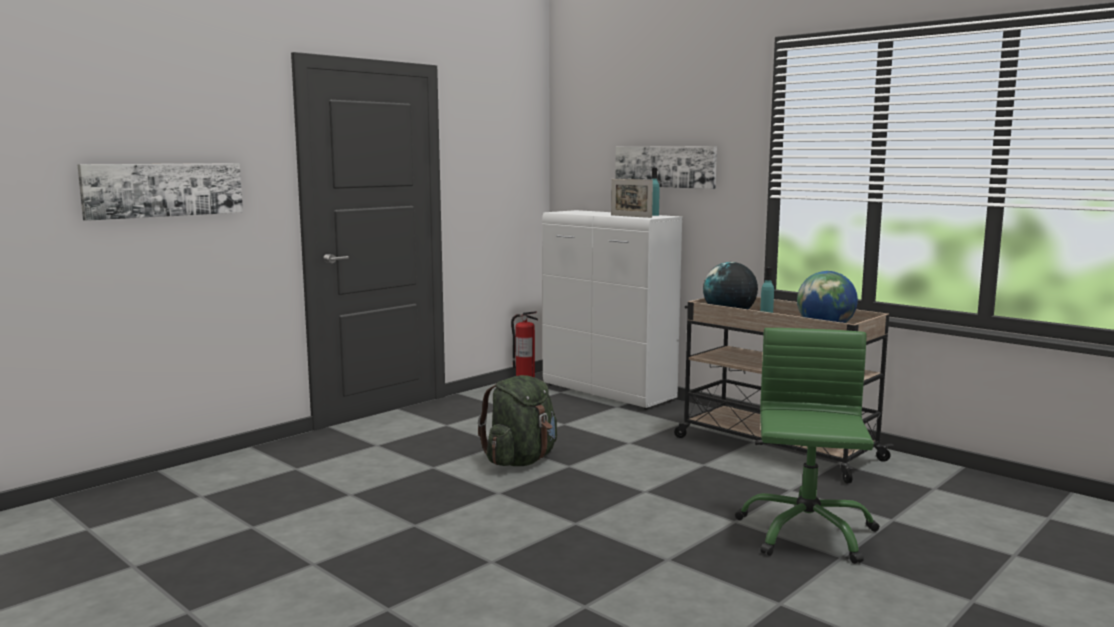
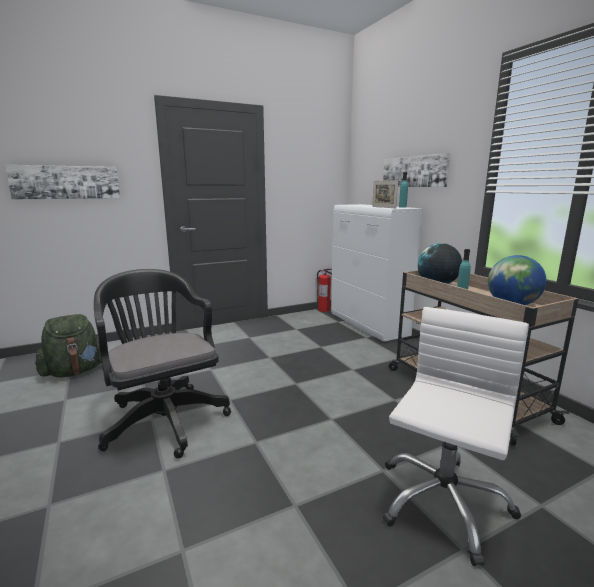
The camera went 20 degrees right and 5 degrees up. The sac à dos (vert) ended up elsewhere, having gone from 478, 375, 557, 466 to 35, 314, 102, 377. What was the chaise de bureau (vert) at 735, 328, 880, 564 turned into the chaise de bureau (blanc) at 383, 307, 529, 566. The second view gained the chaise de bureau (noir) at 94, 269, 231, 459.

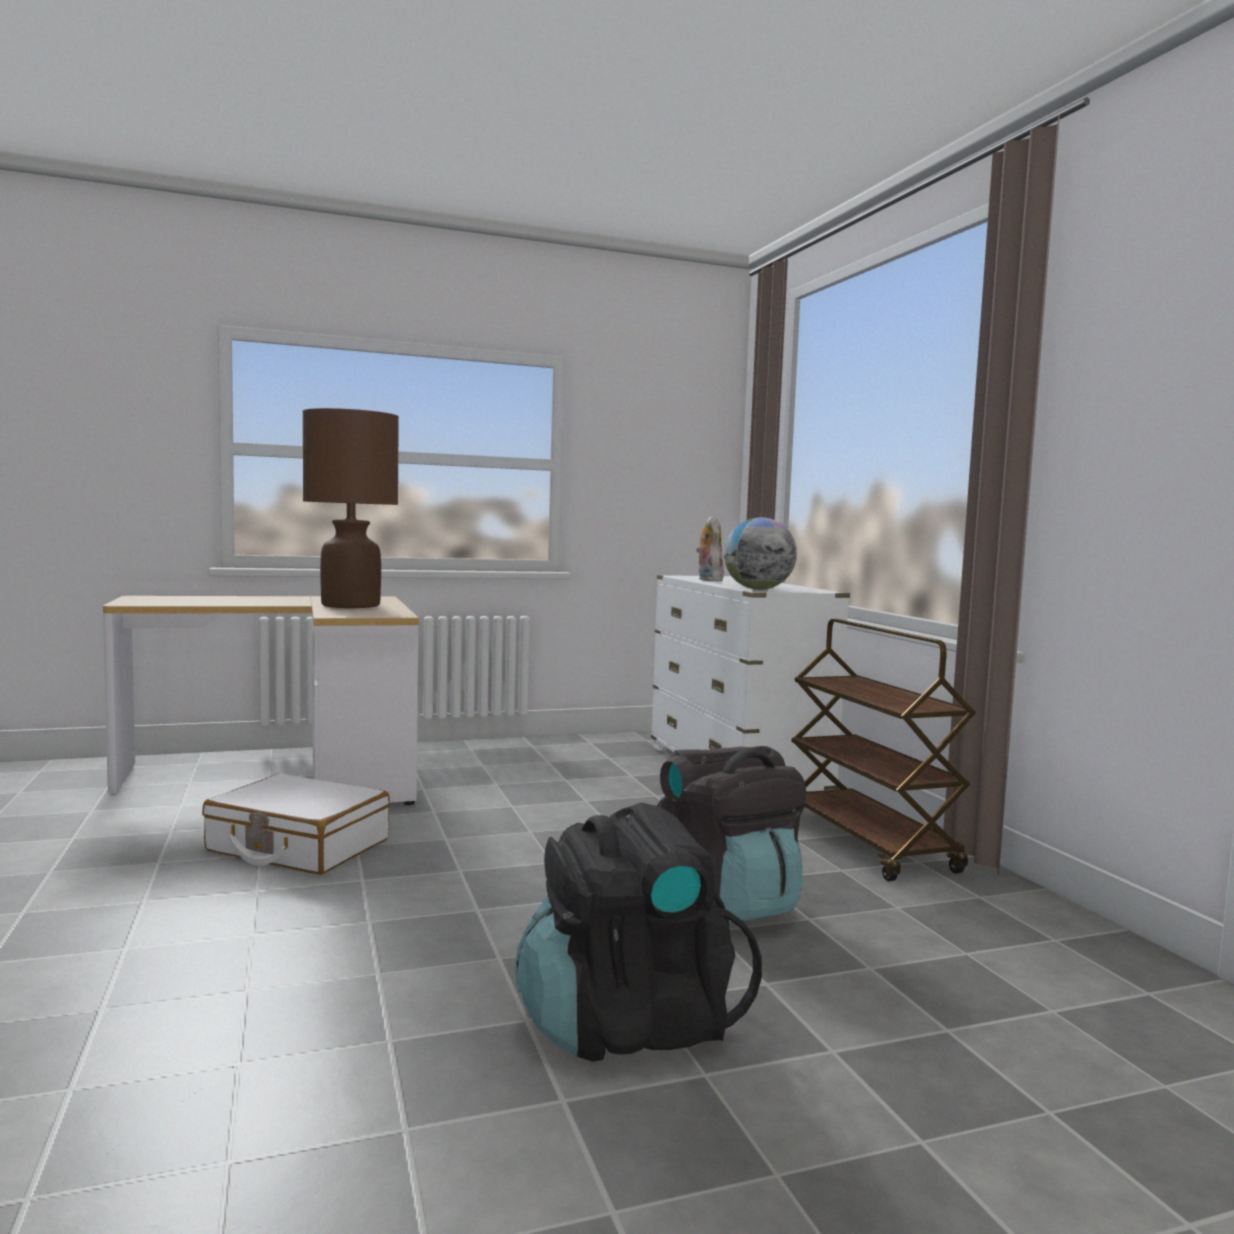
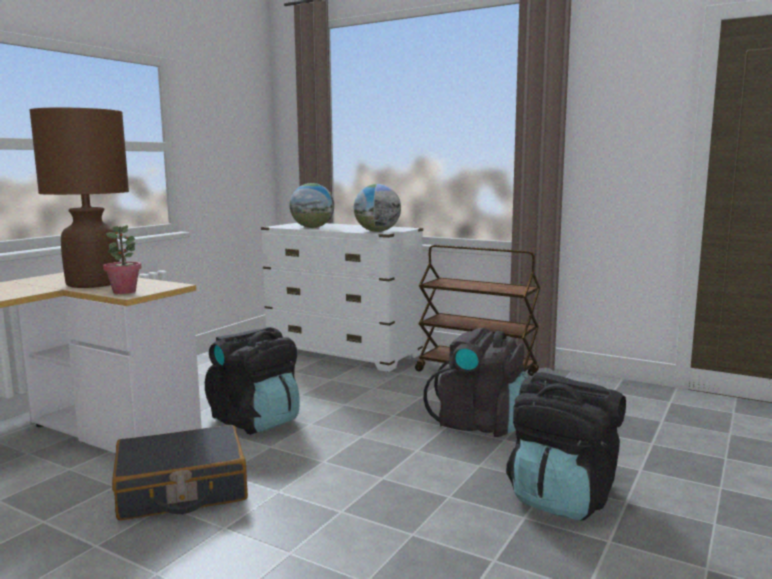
The camera went 40 degrees left and 5 degrees up. What was the valise (blanc) at 202, 773, 390, 875 turned into the valise (noir) at 112, 425, 248, 520. Where the peluche stood at 696, 516, 724, 581, the globe came to stand at 290, 183, 334, 228. The second view gained the plante en pot at 103, 225, 142, 294. The second view gained the sac à dos (noir) at 205, 327, 300, 434.

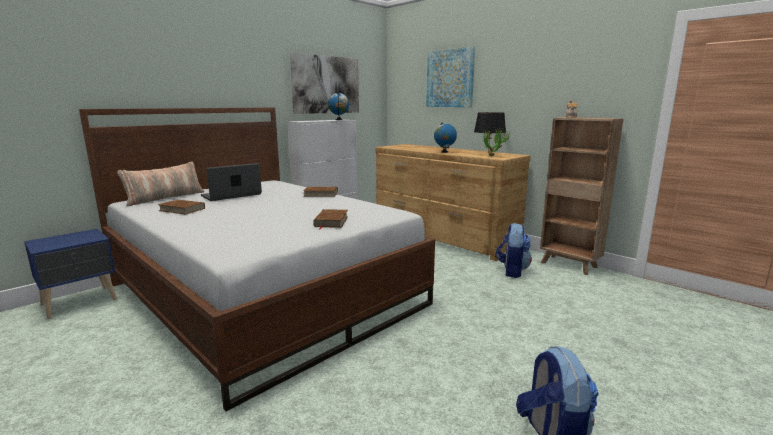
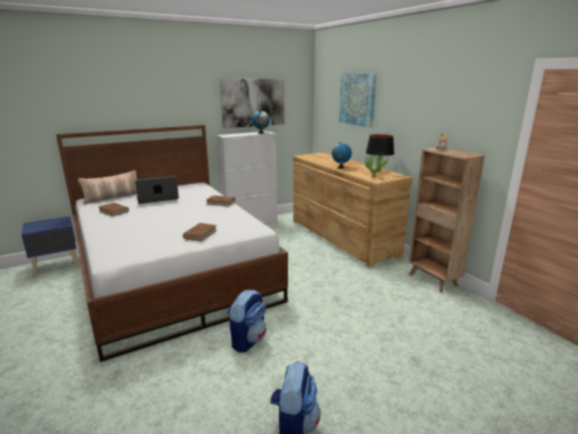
The camera went 15 degrees right and 5 degrees up. The sac à dos ended up elsewhere, having gone from 495, 223, 532, 278 to 228, 290, 266, 353.

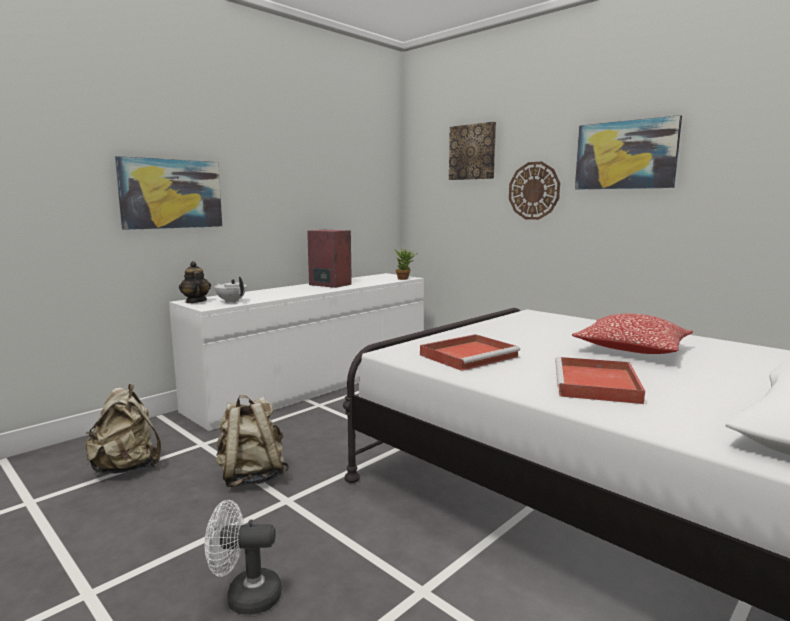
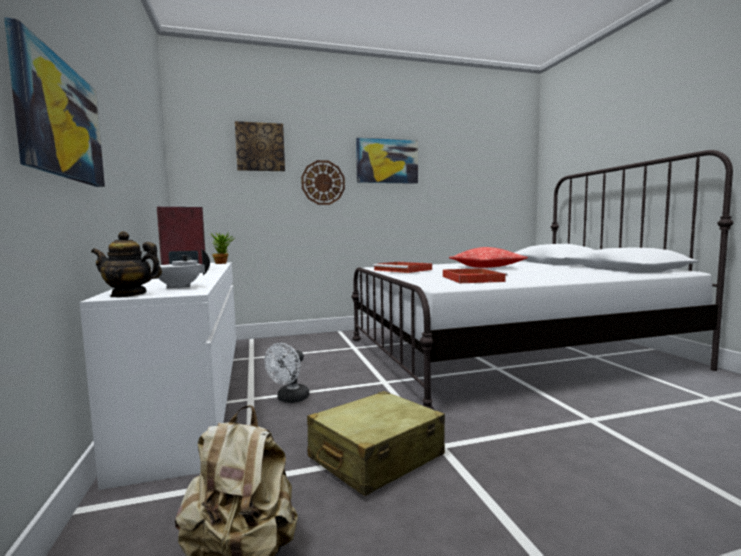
The camera went 60 degrees left and 5 degrees down. The ventilateur (blanc) ended up elsewhere, having gone from 205, 500, 282, 615 to 264, 343, 309, 403. Where the sac à dos (beige) stood at 216, 395, 289, 487, the valise (beige) came to stand at 307, 391, 445, 496. The plateau (rouge) ended up elsewhere, having gone from 555, 357, 645, 404 to 373, 262, 432, 273.

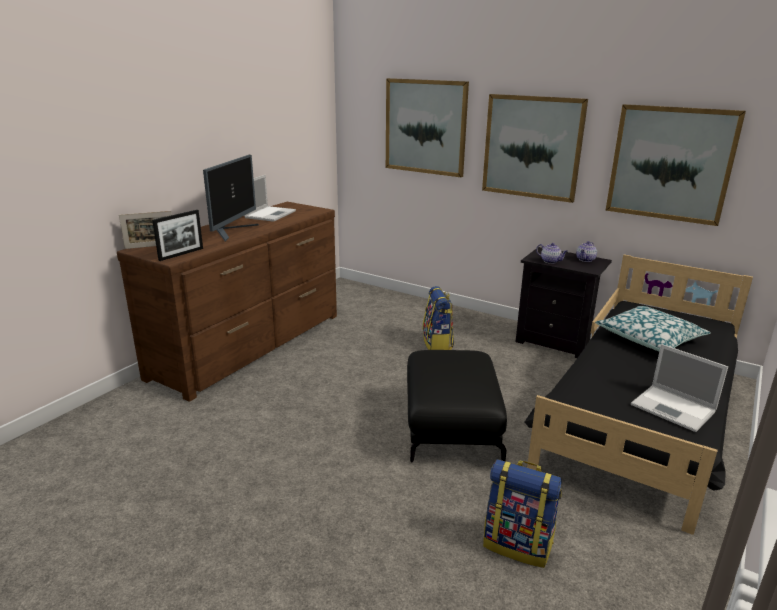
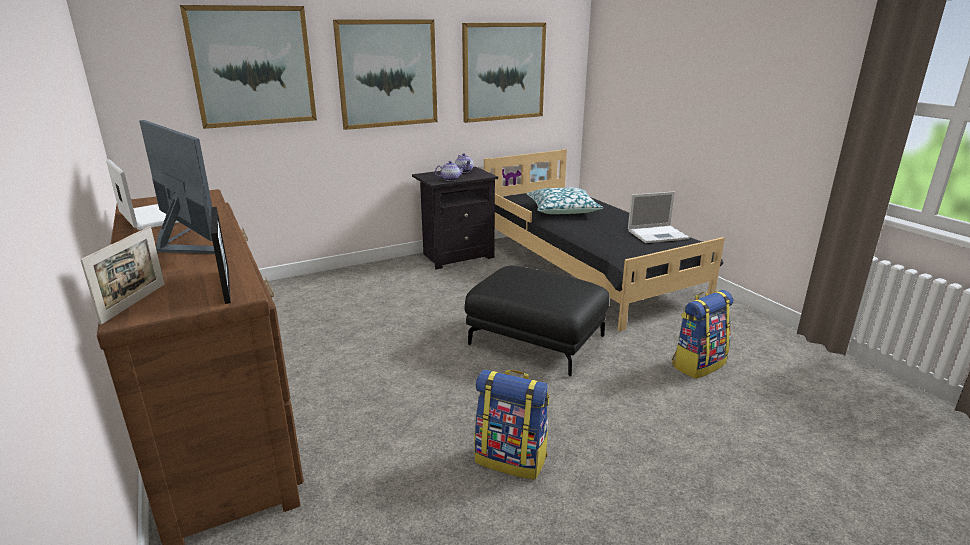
The camera went 60 degrees left and 0 degrees up. The sac à dos ended up elsewhere, having gone from 422, 286, 454, 350 to 474, 369, 549, 480.

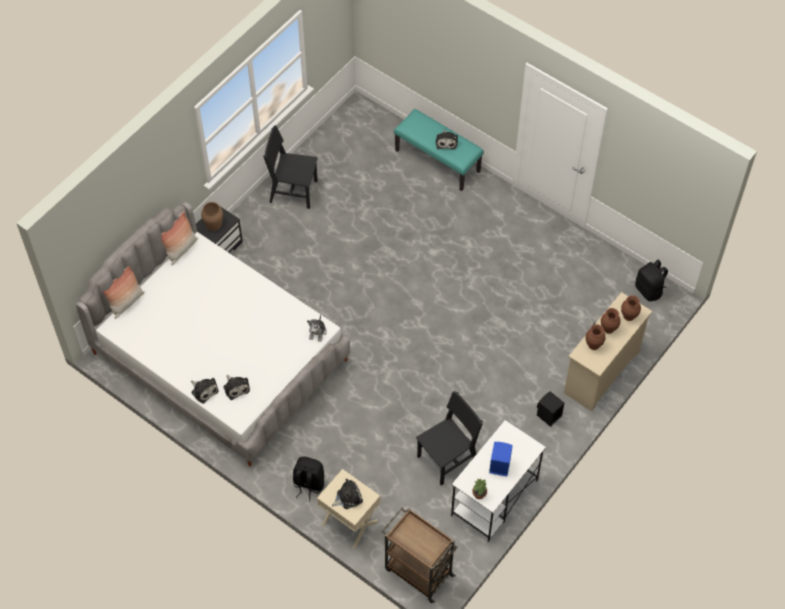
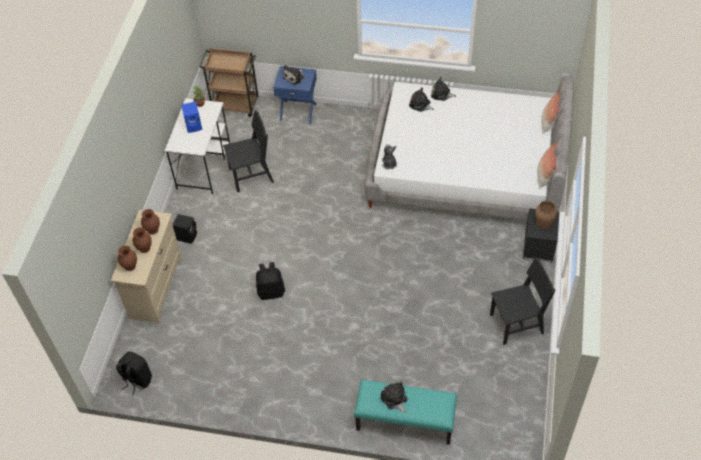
The camera went 155 degrees right and 5 degrees down. The sac à dos (noir) ended up elsewhere, having gone from 293, 457, 324, 501 to 256, 262, 285, 300. What was the table de chevet (beige) at 317, 469, 380, 549 turned into the table de chevet (bleu) at 273, 66, 317, 124. The chaise (noir) at 416, 391, 483, 486 ended up facing another way, 135 degrees counterclockwise from before.

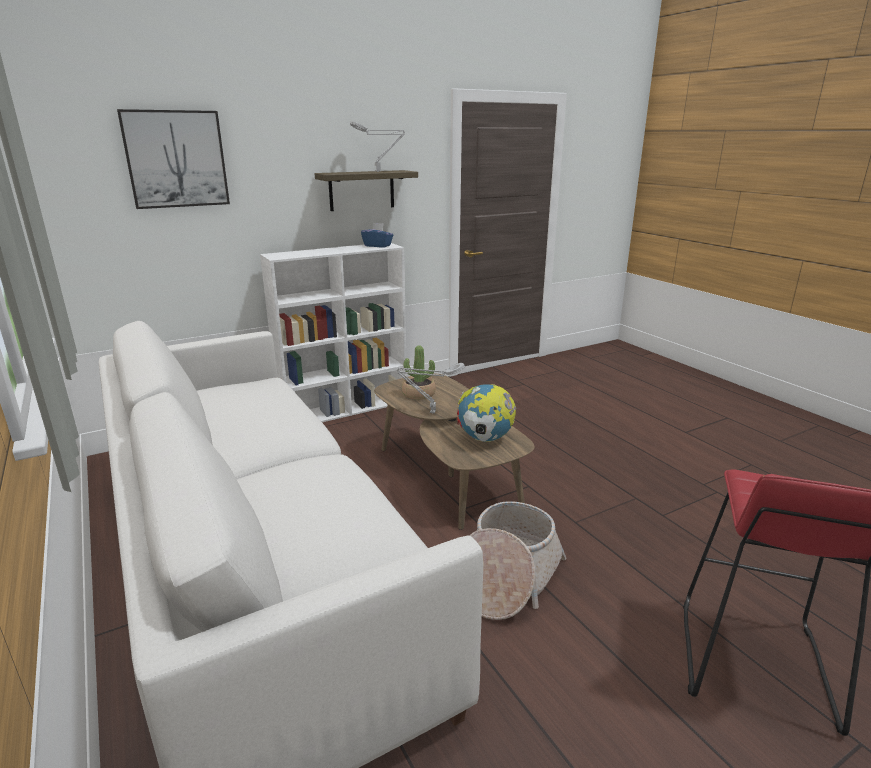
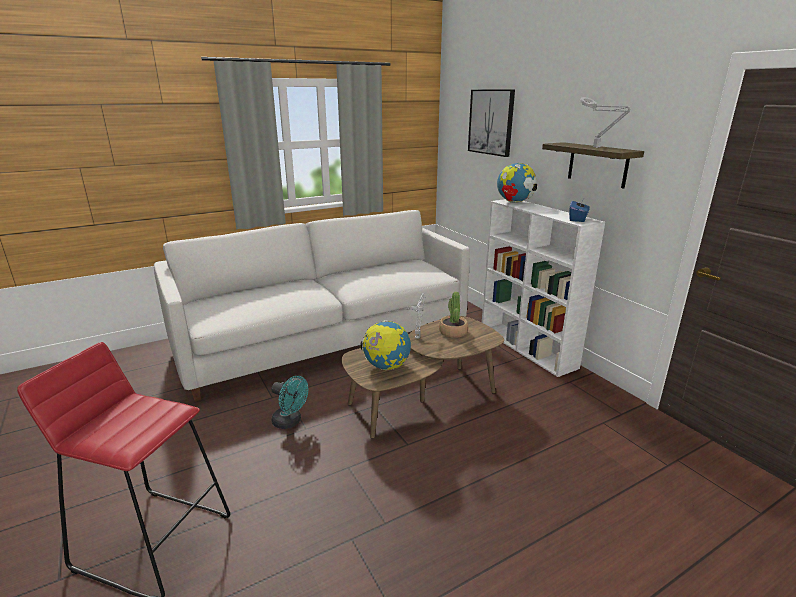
The camera went 90 degrees right and 0 degrees up. Where the panier stood at 469, 501, 566, 620, the ventilateur (turquoise) came to stand at 271, 376, 308, 429. The second view gained the globe at 497, 163, 537, 203.

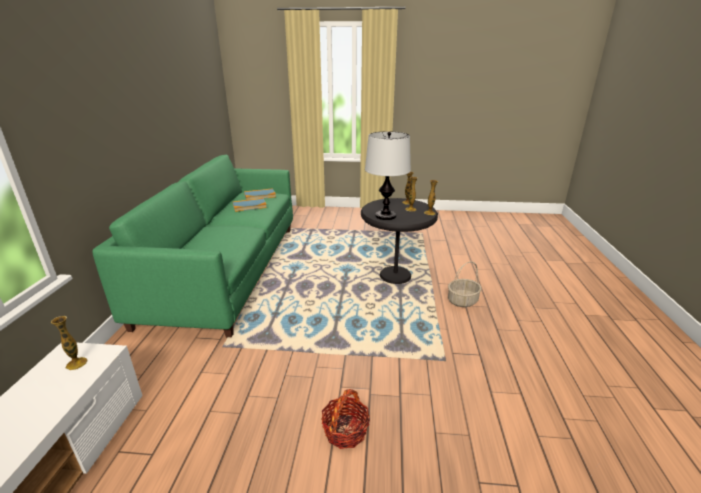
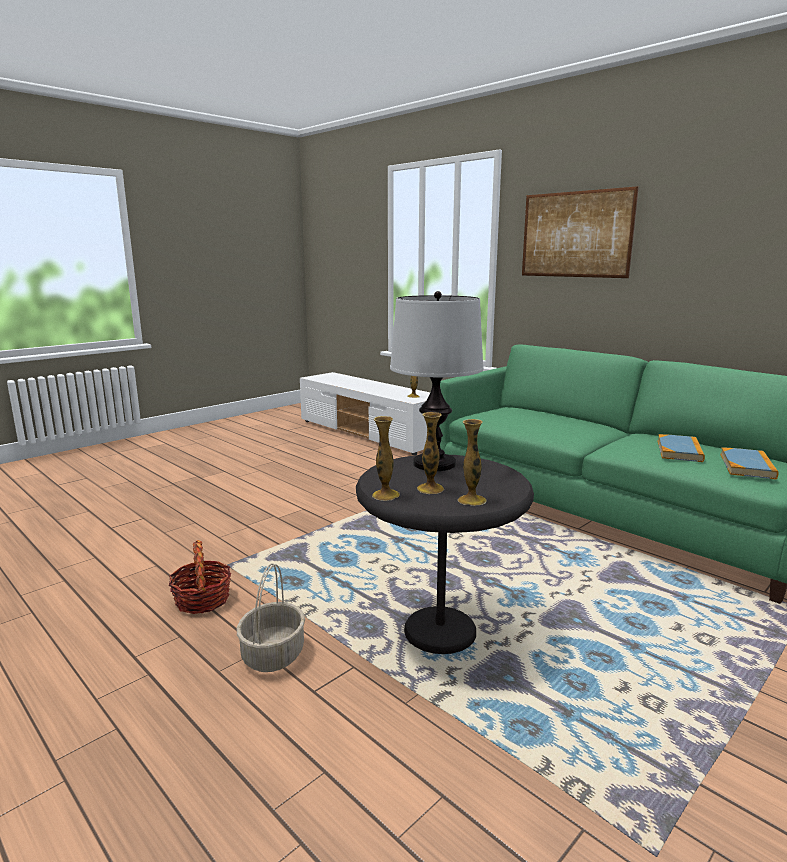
The camera went 130 degrees right and 10 degrees down. The panier ended up elsewhere, having gone from 321, 389, 370, 449 to 169, 540, 231, 614. The second view gained the tableau at 522, 186, 639, 278.

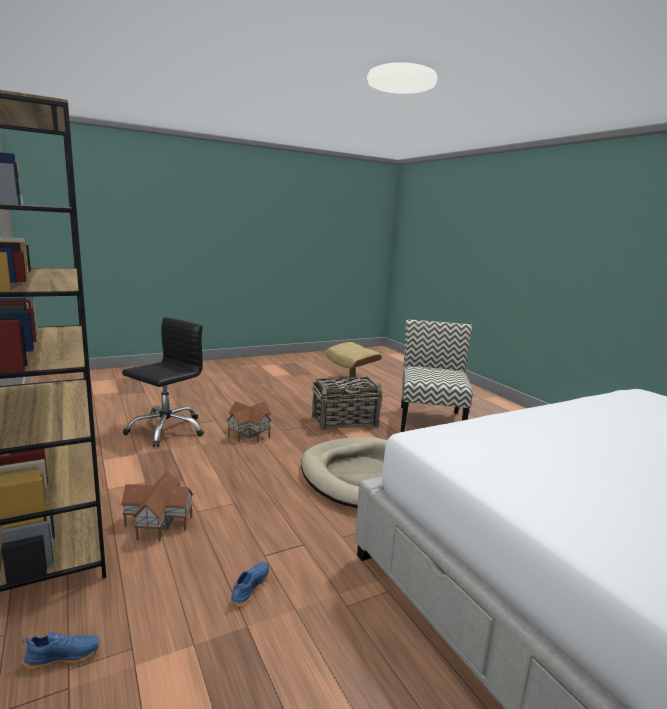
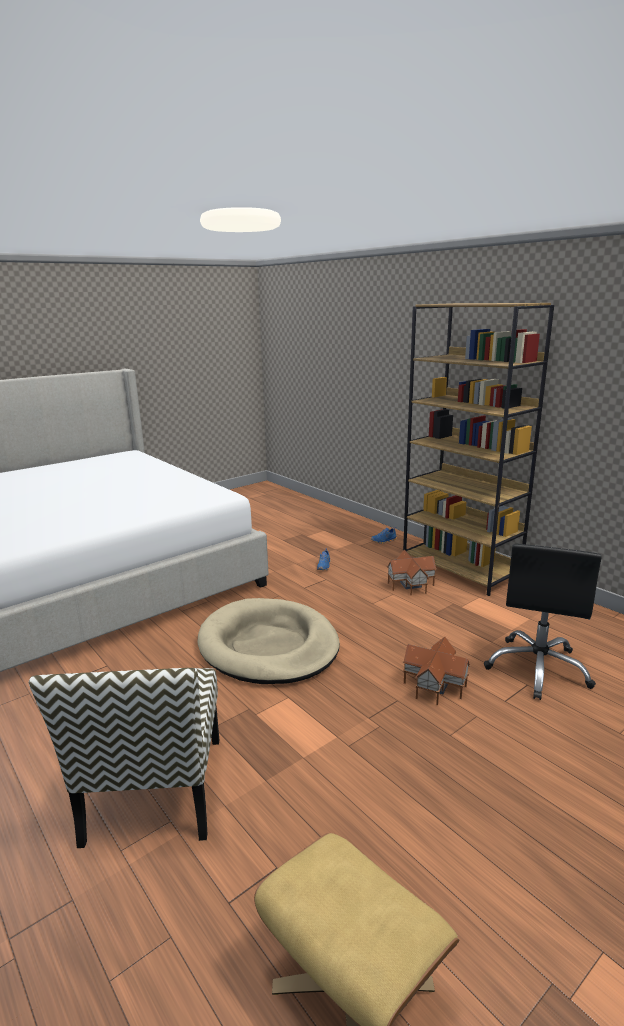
The camera went 170 degrees right and 5 degrees up. The second view lost the panier at 312, 377, 383, 431.

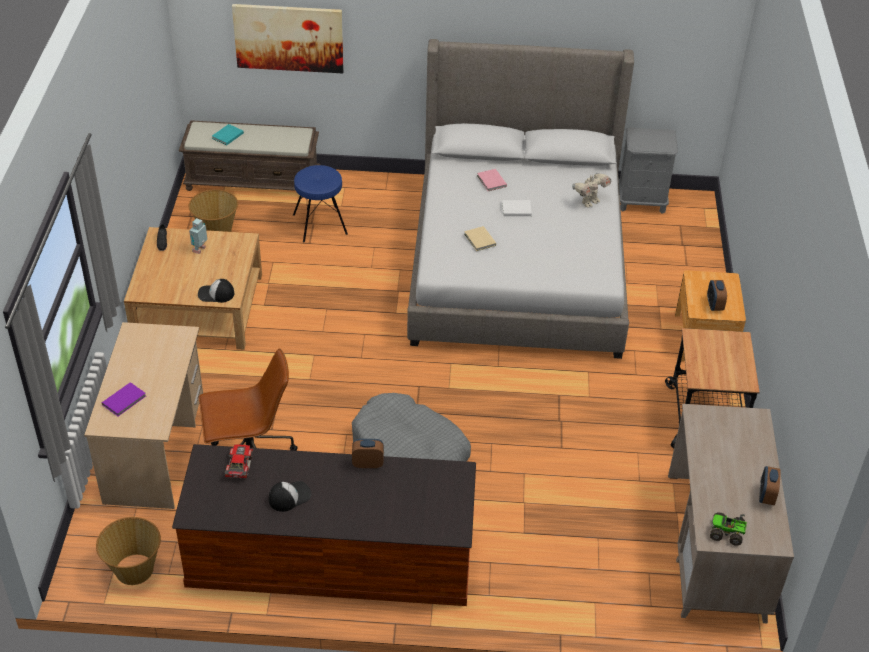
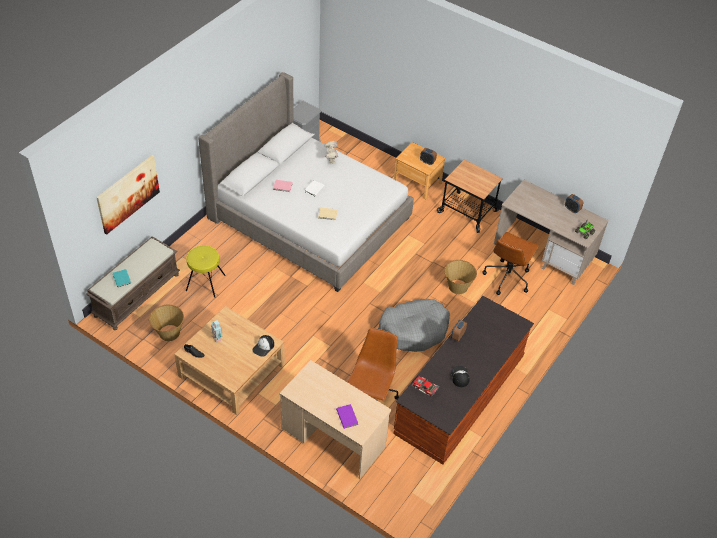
The camera went 60 degrees left and 5 degrees up. The panier ended up elsewhere, having gone from 96, 517, 161, 585 to 444, 260, 477, 294. What was the tabouret (bleu) at 293, 165, 348, 243 turned into the tabouret (jaune) at 186, 246, 226, 298. The second view gained the chaise de bureau (marron) at 482, 232, 539, 295.

